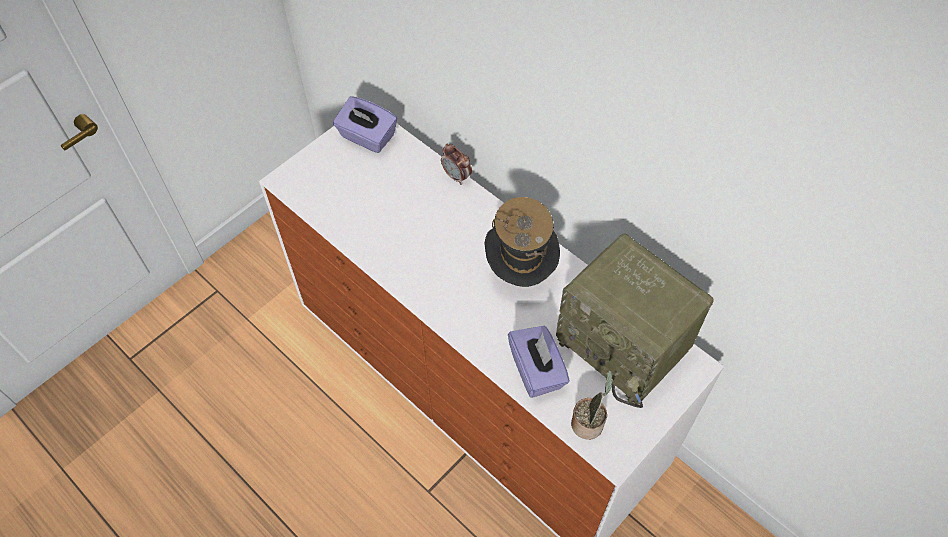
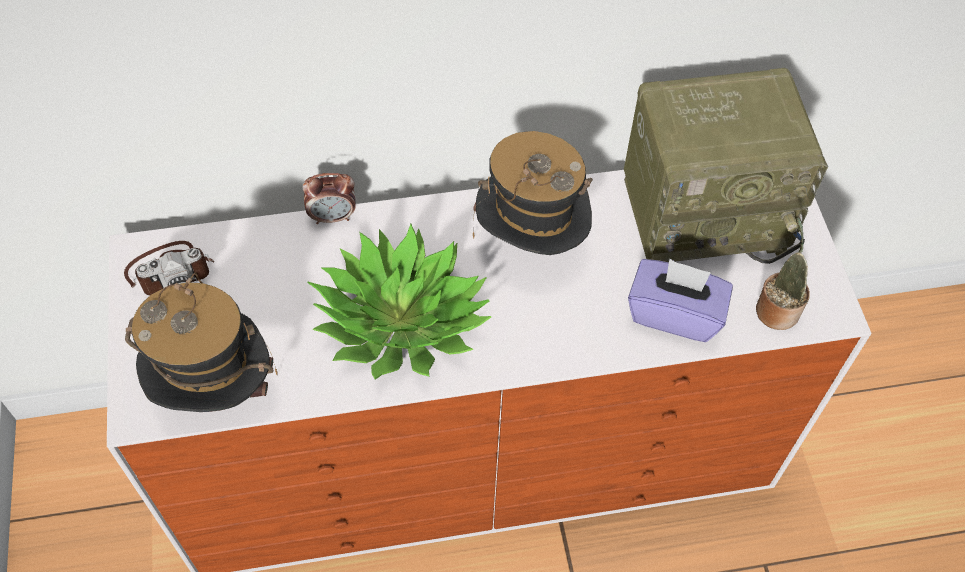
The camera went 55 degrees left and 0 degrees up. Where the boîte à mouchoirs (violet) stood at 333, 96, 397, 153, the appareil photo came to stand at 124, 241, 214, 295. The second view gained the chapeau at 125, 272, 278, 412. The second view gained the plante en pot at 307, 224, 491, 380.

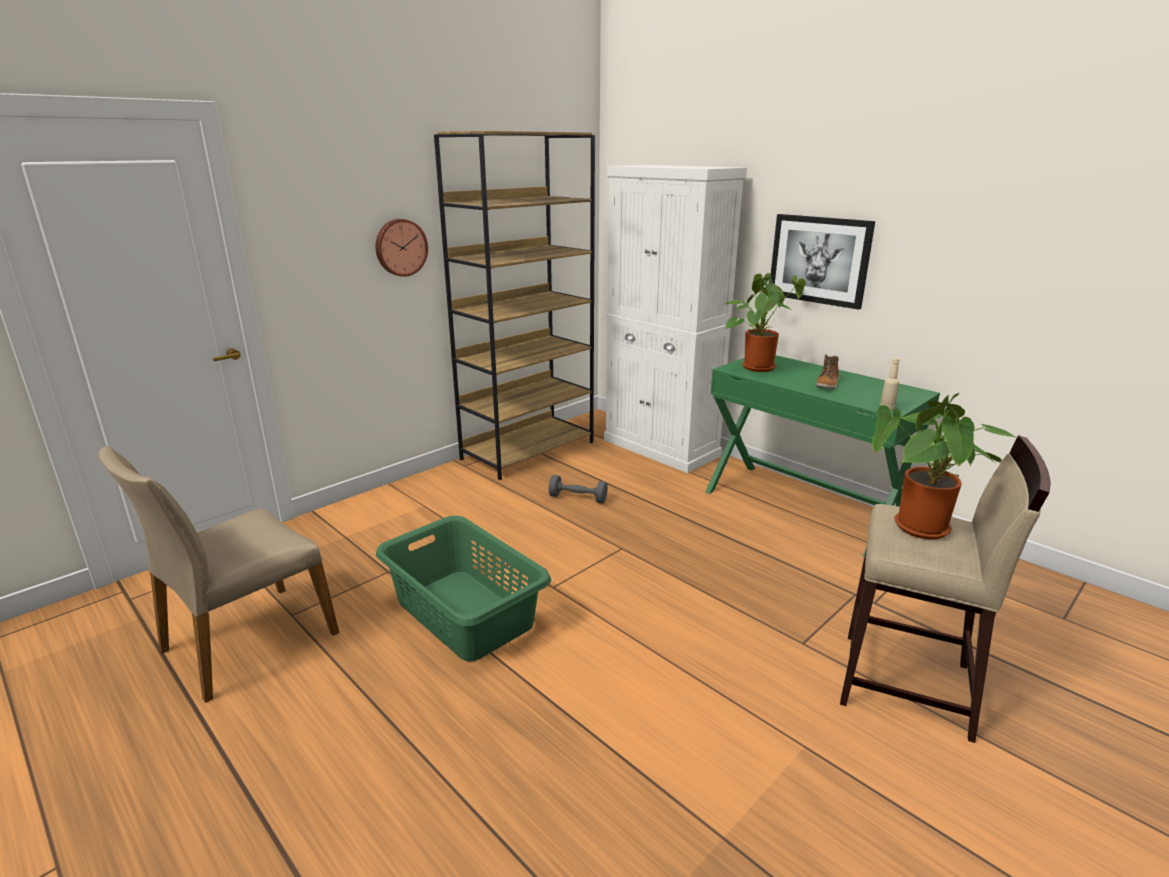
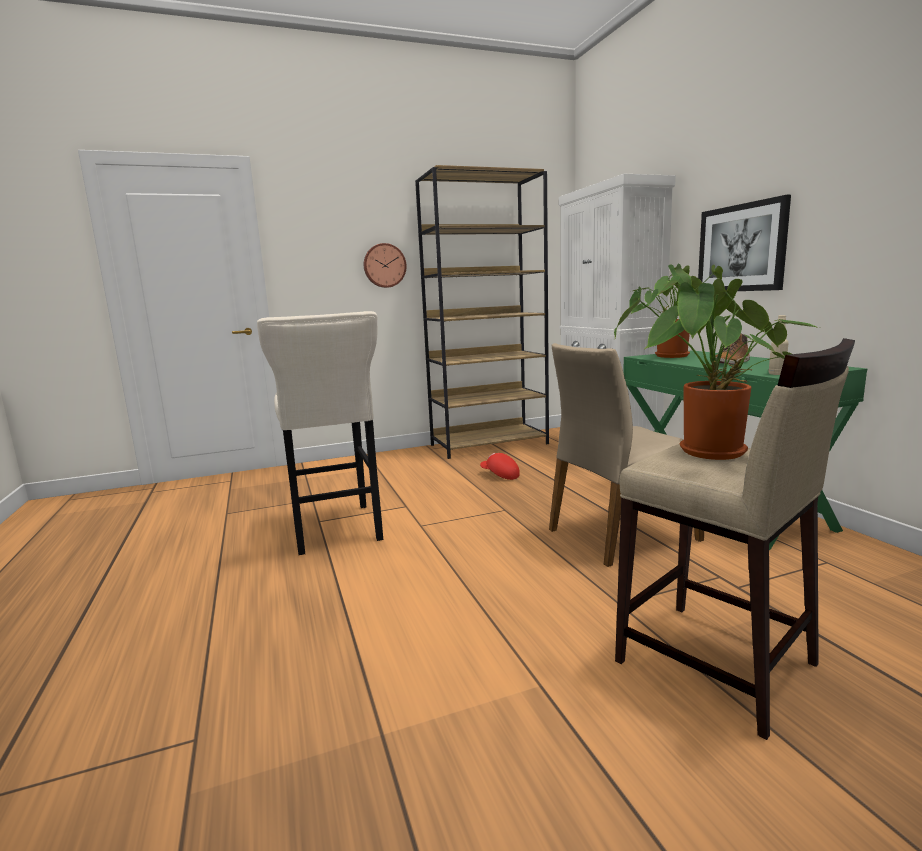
The camera went 25 degrees right and 10 degrees down. The chaise (beige) ended up elsewhere, having gone from 99, 446, 339, 703 to 549, 343, 704, 567. Where the panier à linge (vert) stood at 376, 516, 551, 661, the tabouret (beige) came to stand at 257, 311, 383, 555. Where the haltère (gris) stood at 549, 475, 608, 503, the casquette (rouge) came to stand at 480, 453, 520, 480.

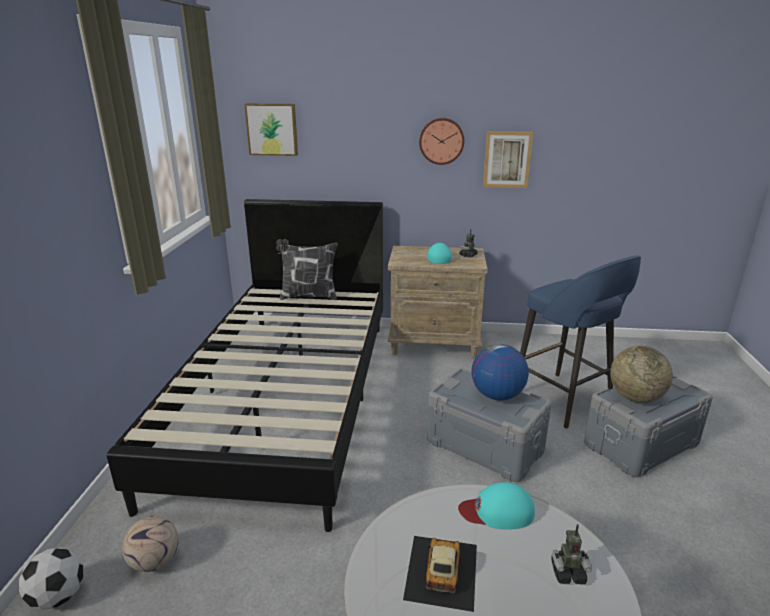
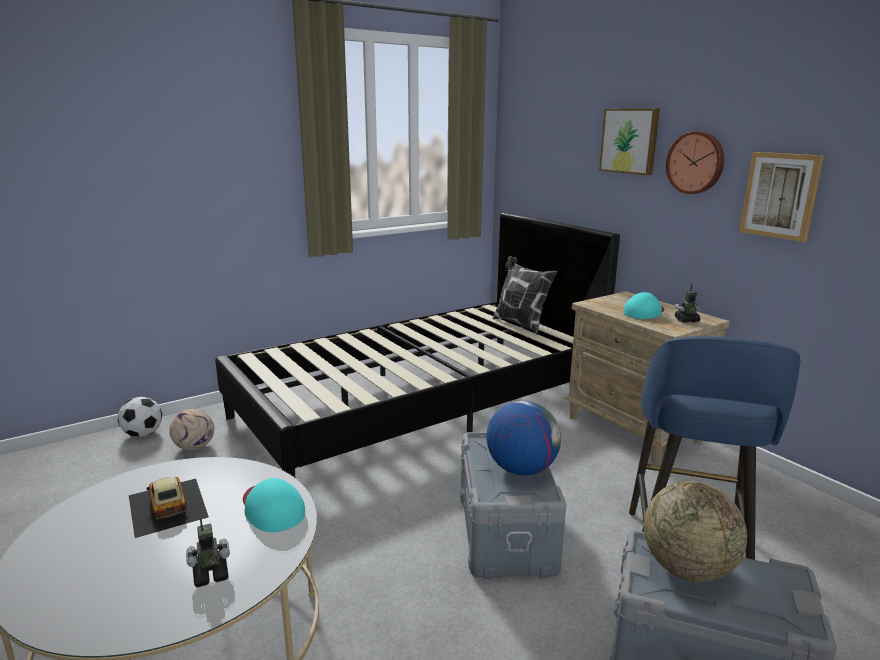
The camera went 50 degrees right and 5 degrees down. The tableau ended up elsewhere, having gone from 244, 104, 298, 156 to 599, 108, 660, 175. The petite voiture at 403, 536, 477, 612 ended up facing another way, 90 degrees counterclockwise from before. The robot jouet at 551, 524, 592, 584 ended up facing another way, 105 degrees clockwise from before.

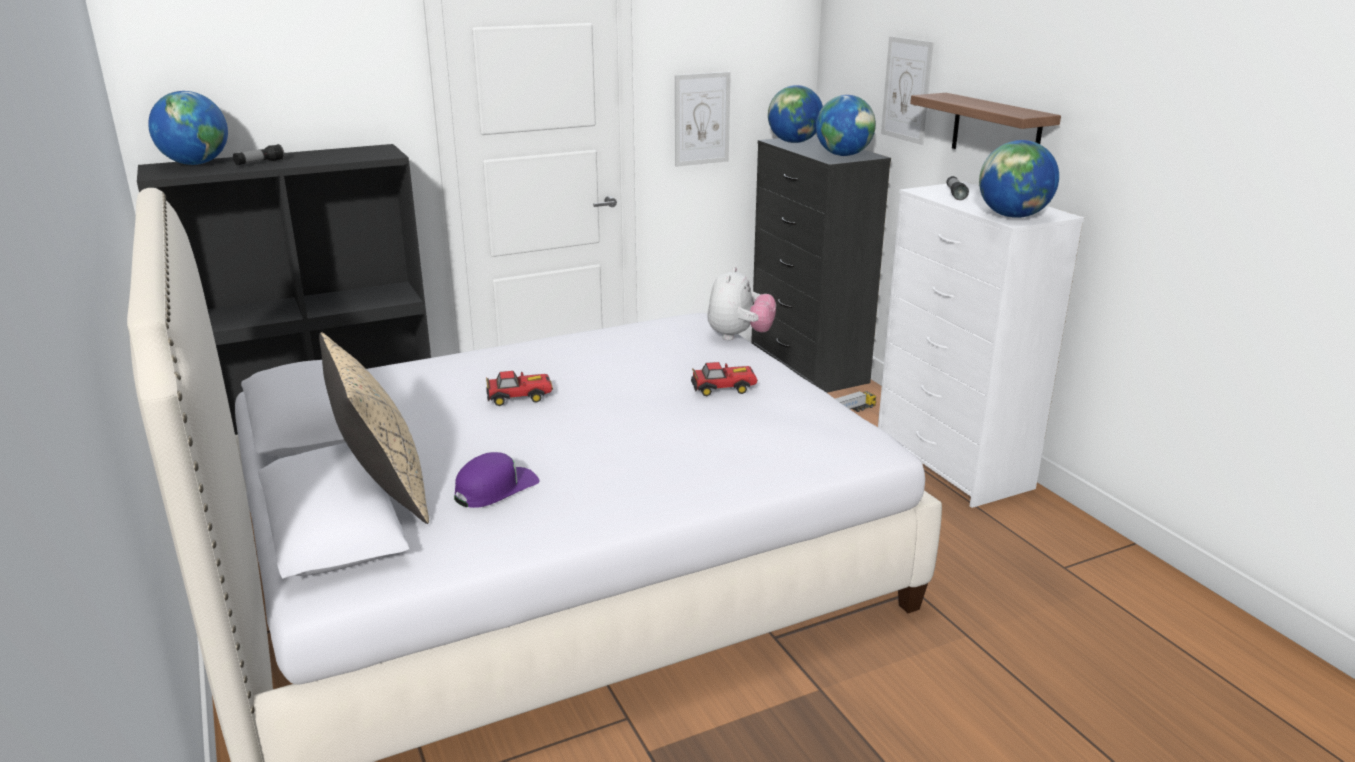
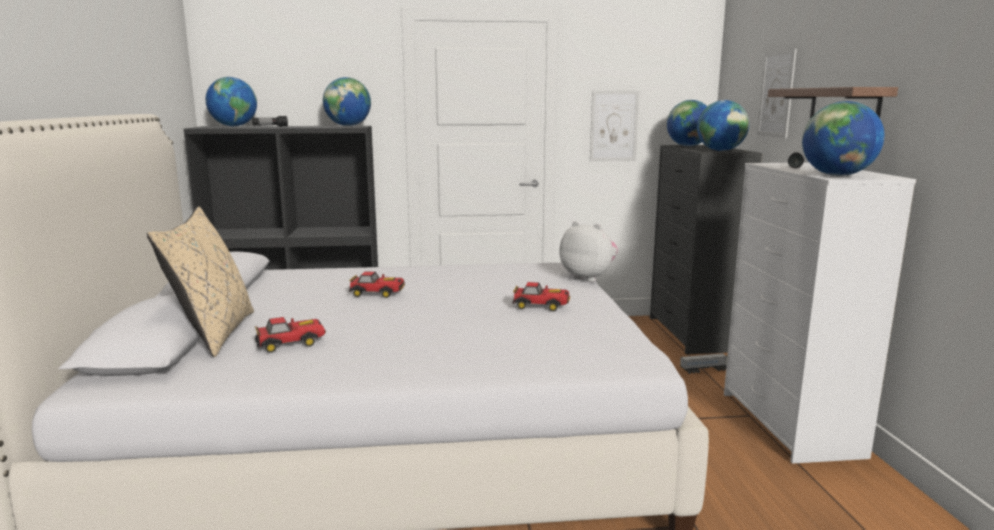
The camera went 20 degrees right and 10 degrees down. Where the casquette (violet) stood at 454, 452, 540, 508, the petite voiture came to stand at 255, 317, 326, 353. The peluche at 707, 266, 776, 340 ended up facing another way, 90 degrees counterclockwise from before. The second view gained the globe at 323, 77, 371, 126.

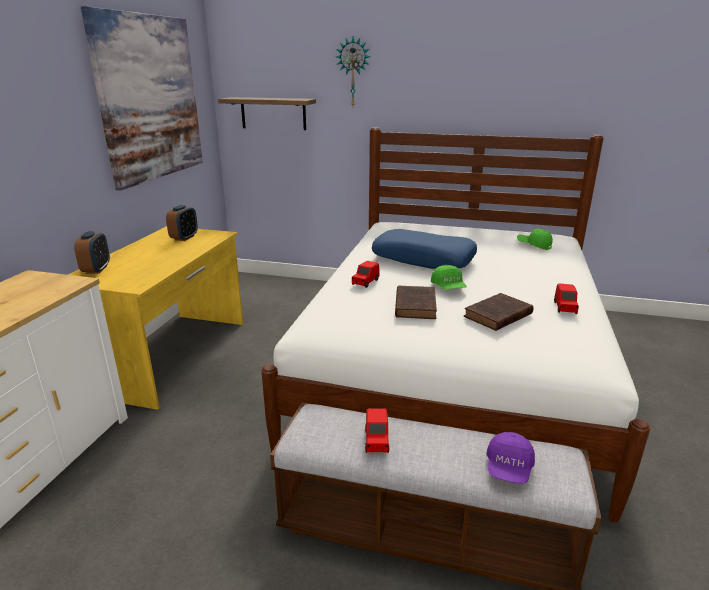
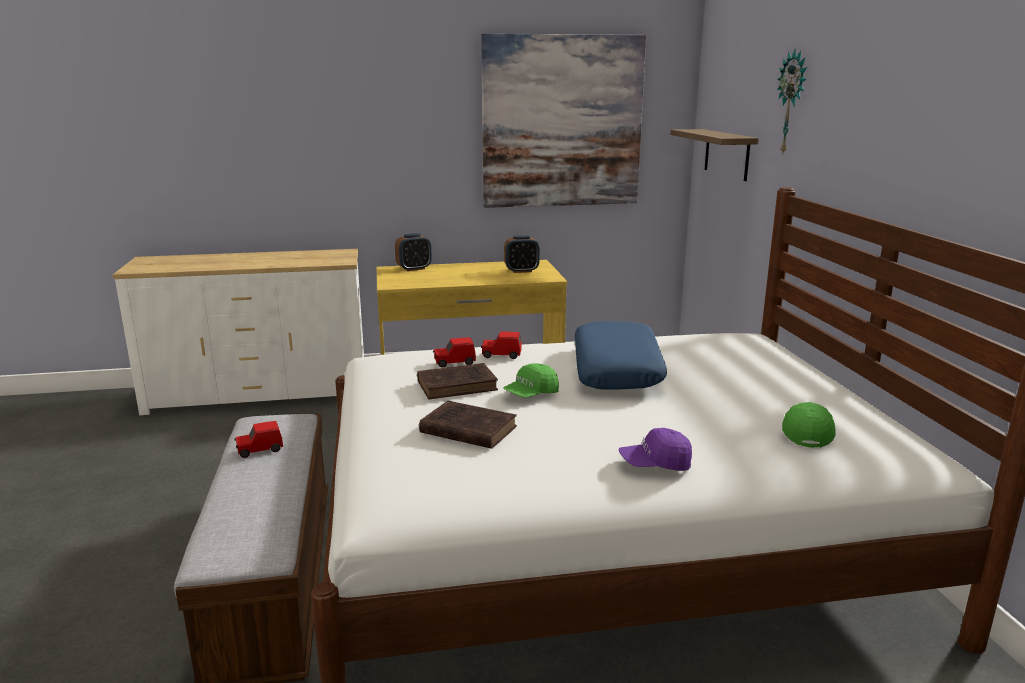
The camera went 65 degrees right and 5 degrees down. The casquette (violet) ended up elsewhere, having gone from 486, 432, 535, 484 to 619, 428, 692, 471. The petite voiture (rouge) ended up elsewhere, having gone from 554, 284, 579, 314 to 433, 337, 476, 368.

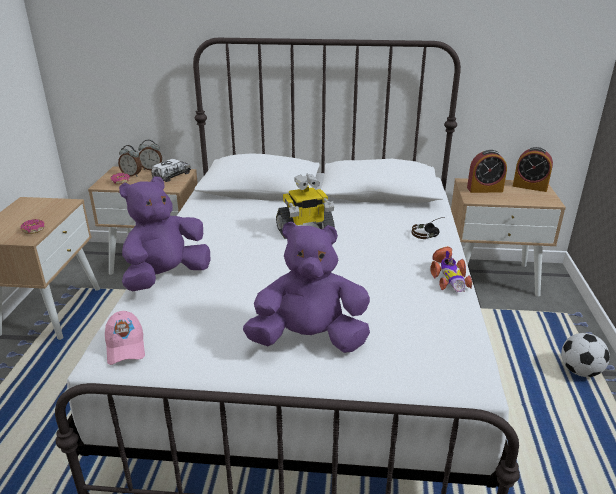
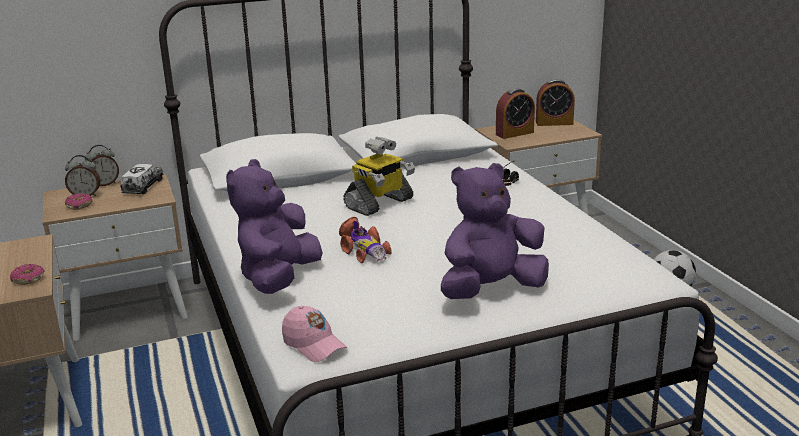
The camera went 25 degrees left and 5 degrees down. The petite voiture ended up elsewhere, having gone from 430, 246, 472, 293 to 339, 216, 392, 263.

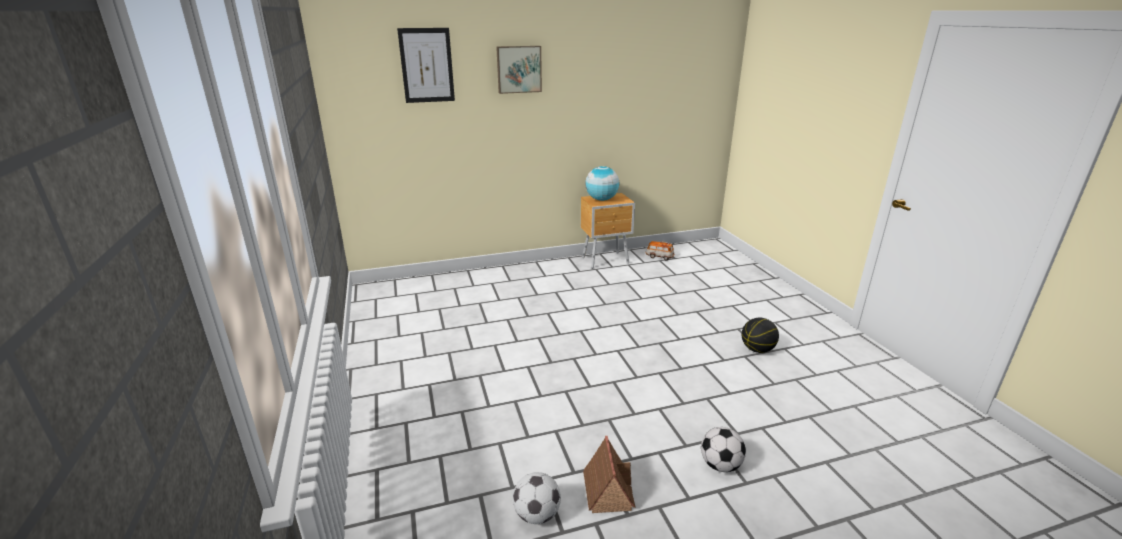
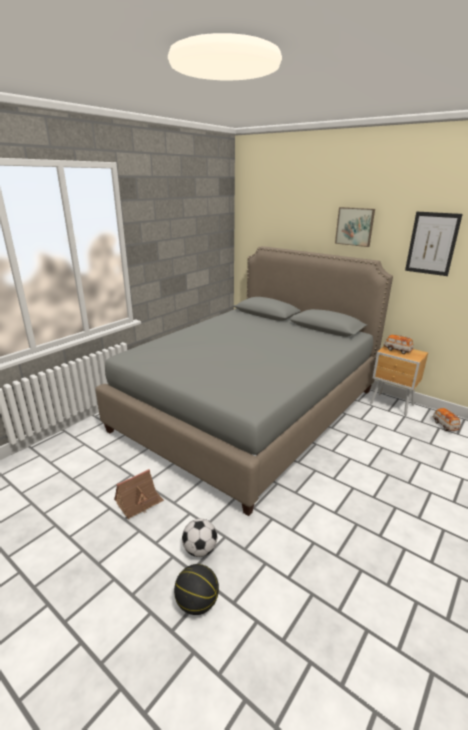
The camera went 55 degrees right and 0 degrees up. The tableau ended up elsewhere, having gone from 397, 28, 455, 103 to 405, 212, 463, 276. The second view lost the ballon de foot at 513, 472, 561, 524. Where the globe stood at 585, 166, 619, 201, the petite voiture came to stand at 384, 335, 413, 354. The ballon de basket ended up elsewhere, having gone from 742, 318, 779, 353 to 174, 564, 219, 615. The second view gained the lit (gris) at 95, 246, 393, 516.

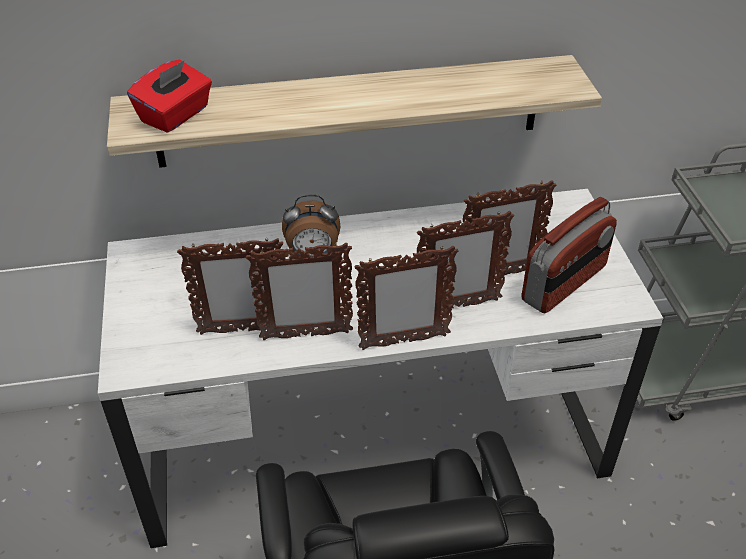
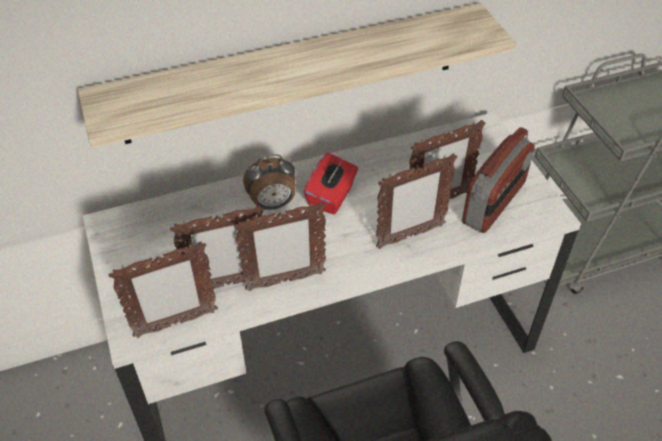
The camera went 10 degrees left and 5 degrees up. The boîte à mouchoirs (rouge) ended up elsewhere, having gone from 127, 60, 212, 133 to 304, 153, 358, 214. The cadre photo ended up elsewhere, having gone from 354, 246, 458, 350 to 109, 241, 218, 338.

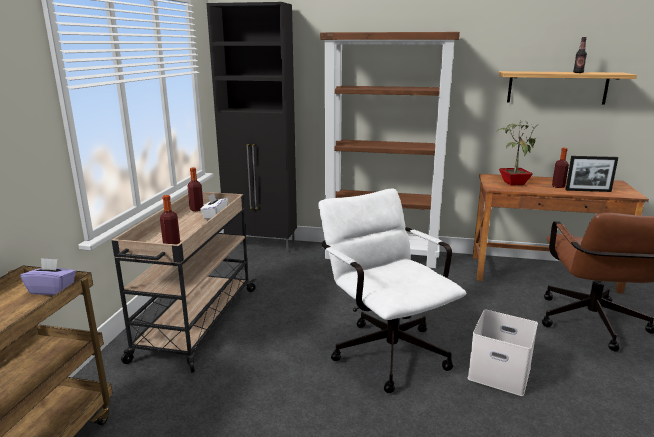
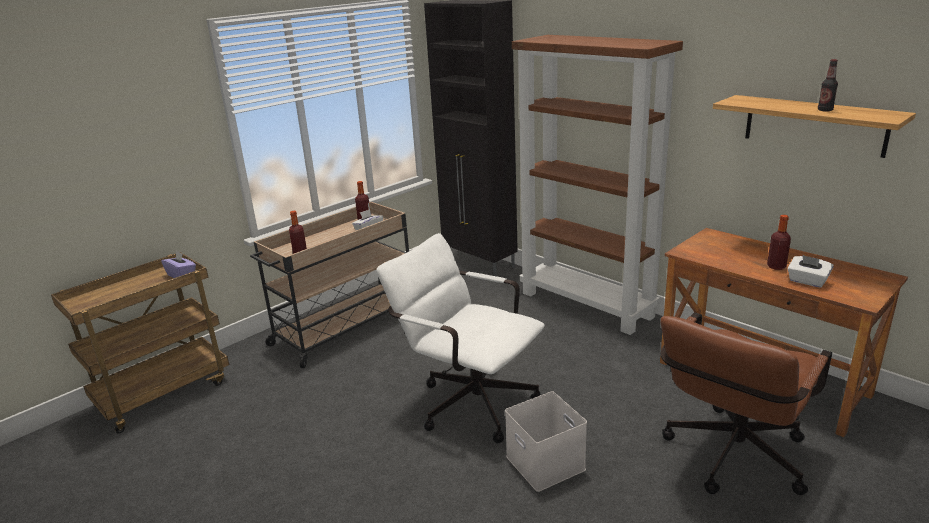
The camera went 35 degrees right and 5 degrees up. The chaise de bureau (blanc) at 319, 189, 466, 393 ended up facing another way, 60 degrees counterclockwise from before. The second view lost the plante en pot at 497, 120, 539, 186. Where the cadre photo stood at 565, 156, 618, 192, the boîte à mouchoirs (blanc) came to stand at 788, 255, 834, 288.

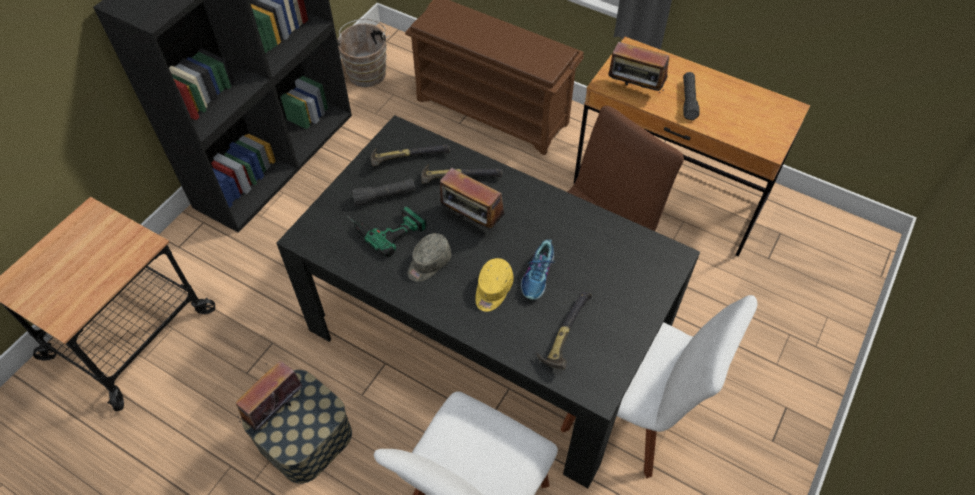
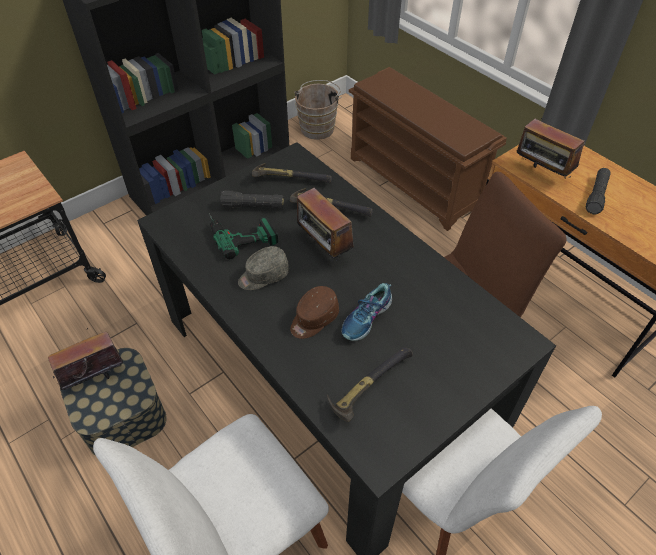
The camera went 20 degrees right and 5 degrees down. What was the casquette (jaune) at 475, 258, 513, 312 turned into the casquette (marron) at 290, 286, 339, 339.

